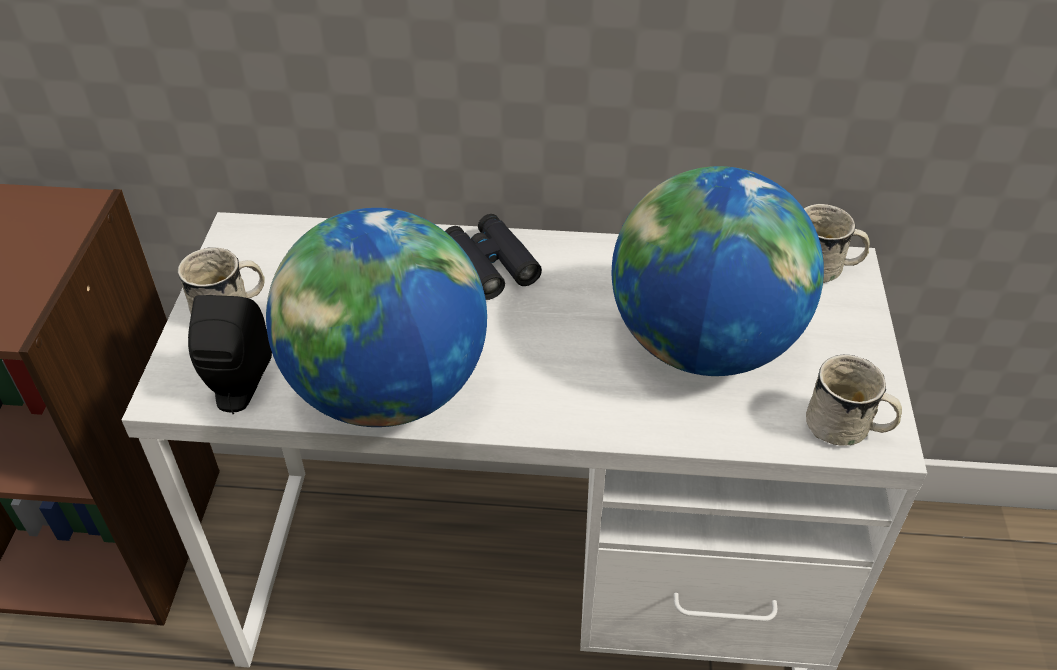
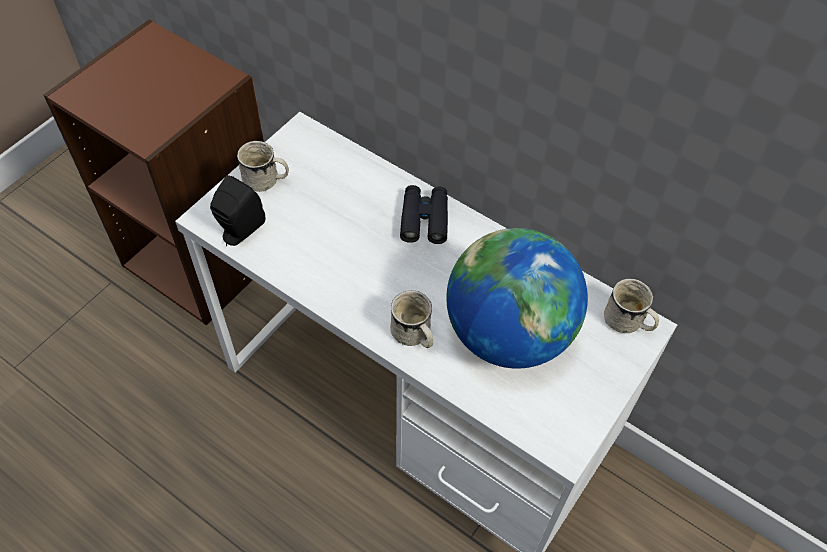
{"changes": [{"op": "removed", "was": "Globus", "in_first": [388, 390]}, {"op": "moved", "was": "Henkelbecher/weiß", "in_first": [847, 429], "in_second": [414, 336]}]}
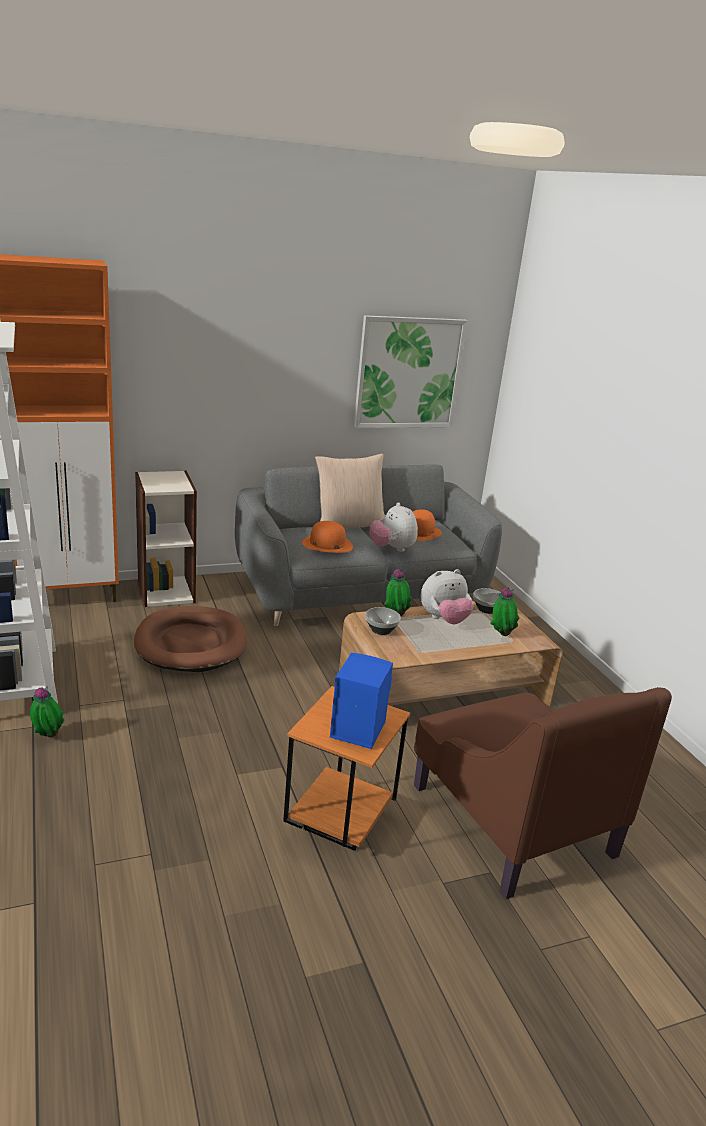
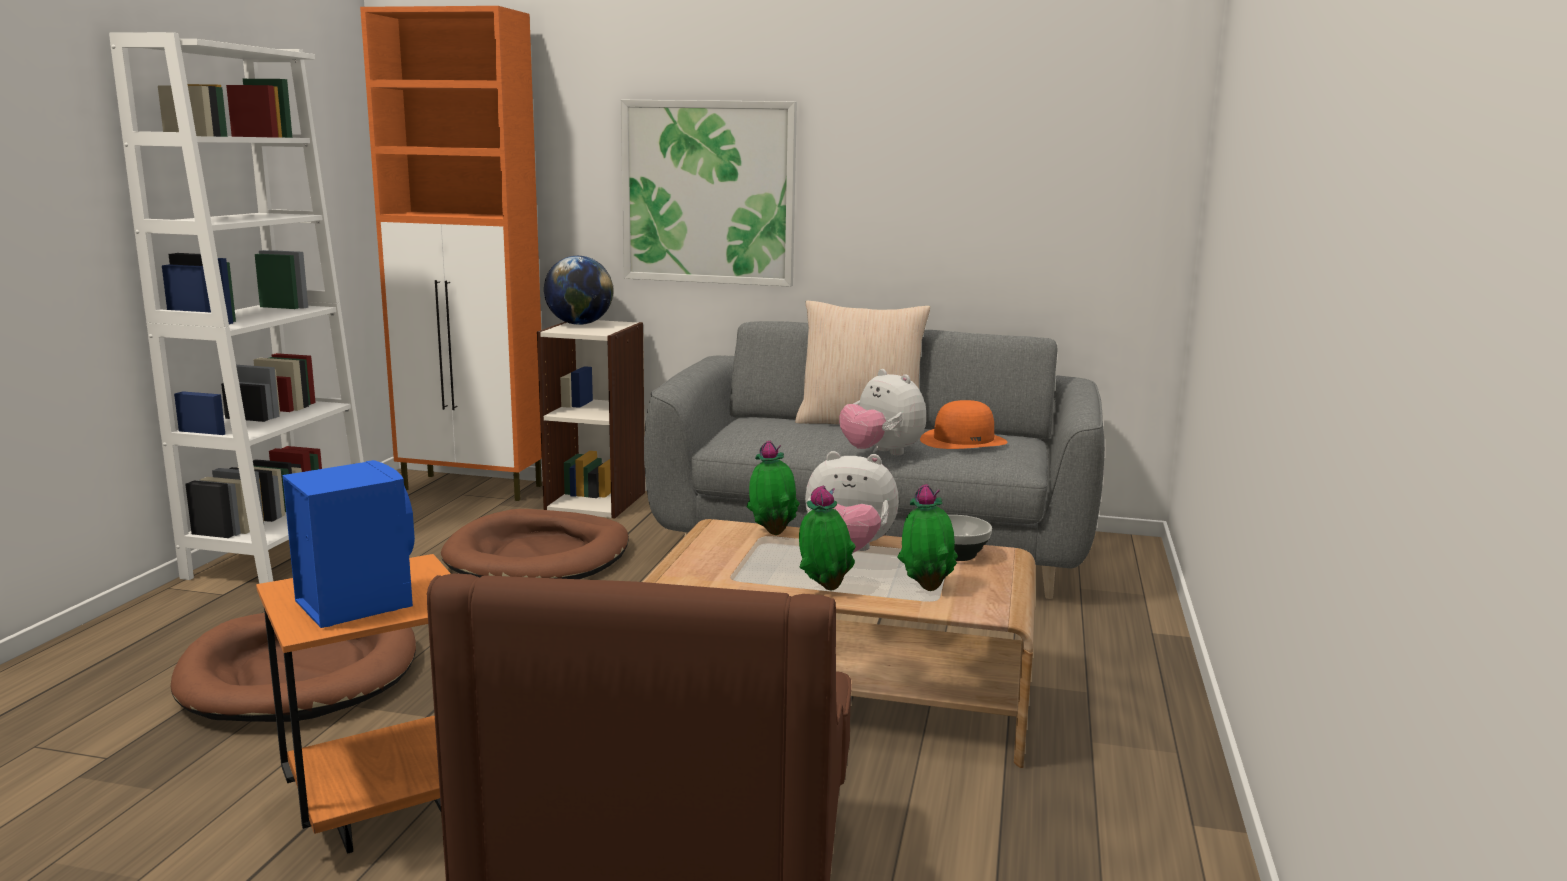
{"changes": [{"op": "moved", "was": "Bild", "in_first": [409, 373], "in_second": [708, 193]}, {"op": "turned", "was": "Plüschtier", "in_first": [392, 549], "in_second": [881, 453], "clockwise": -45}, {"op": "removed", "was": "Hut/orange", "in_first": [327, 544]}, {"op": "removed", "was": "Schüssel", "in_first": [381, 630]}, {"op": "moved", "was": "Topfpflanze", "in_first": [47, 736], "in_second": [823, 588]}, {"op": "added", "now": "Globus", "in_second": [579, 324]}, {"op": "added", "now": "Hundebett/braun", "in_second": [301, 672]}]}
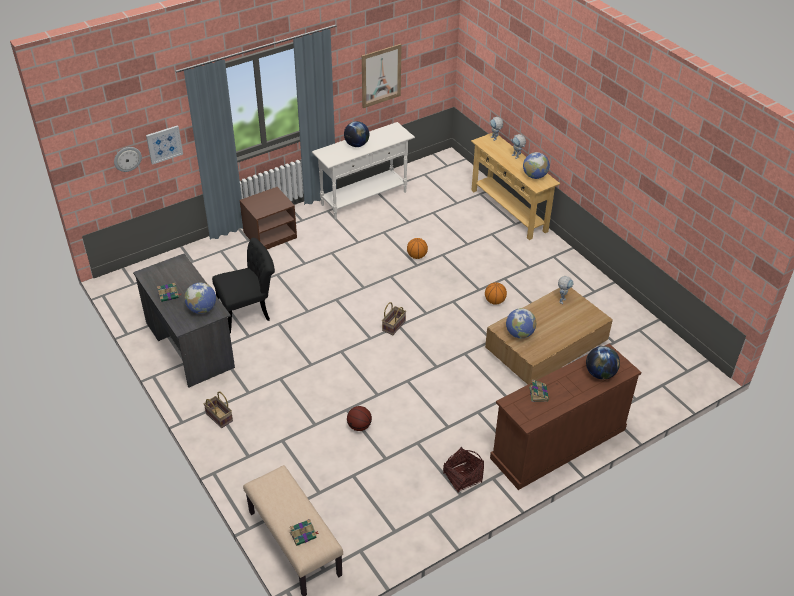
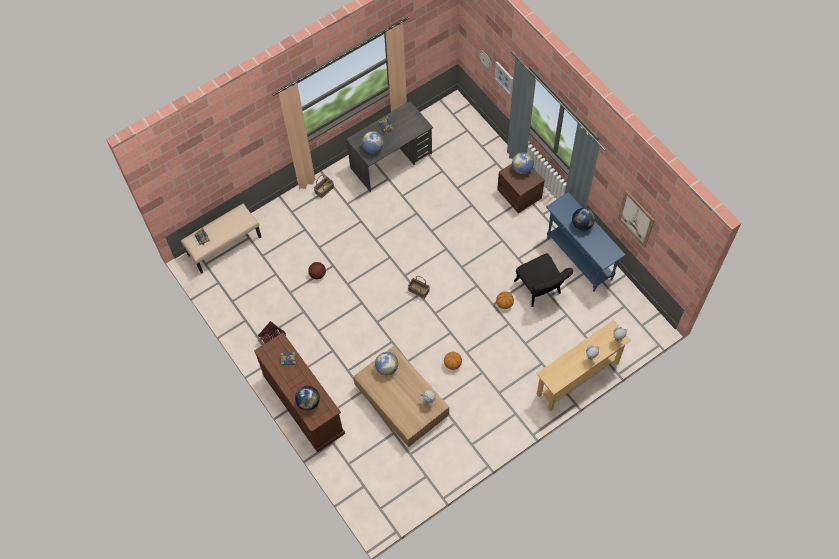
{"changes": [{"op": "recoloured", "was": "Konsolentisch/weiß", "now": "Konsolentisch/blau", "in_first": [364, 198], "in_second": [579, 259]}, {"op": "moved", "was": "Globus", "in_first": [534, 176], "in_second": [522, 169]}, {"op": "moved", "was": "Stuhl/schwarz", "in_first": [248, 311], "in_second": [540, 291]}]}
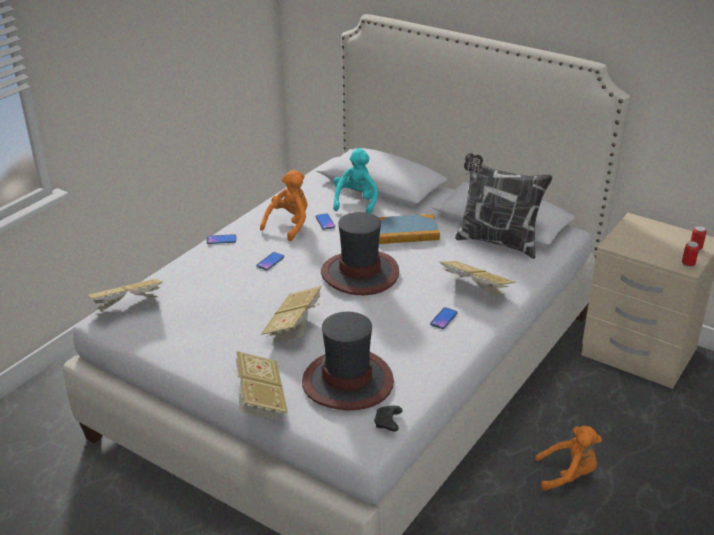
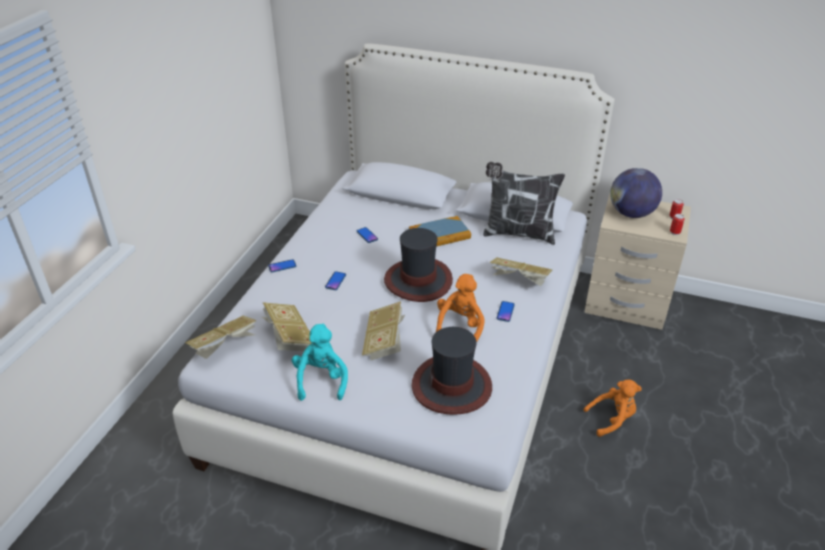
{"changes": [{"op": "moved", "was": "Plüschtier/türkis", "in_first": [356, 202], "in_second": [321, 380]}, {"op": "moved", "was": "Plüschtier/orange", "in_first": [289, 225], "in_second": [460, 326]}, {"op": "moved", "was": "Buch", "in_first": [260, 400], "in_second": [288, 338]}, {"op": "removed", "was": "Gamepad/schwarz", "in_first": [388, 423]}, {"op": "added", "now": "Globus", "in_second": [631, 213]}]}
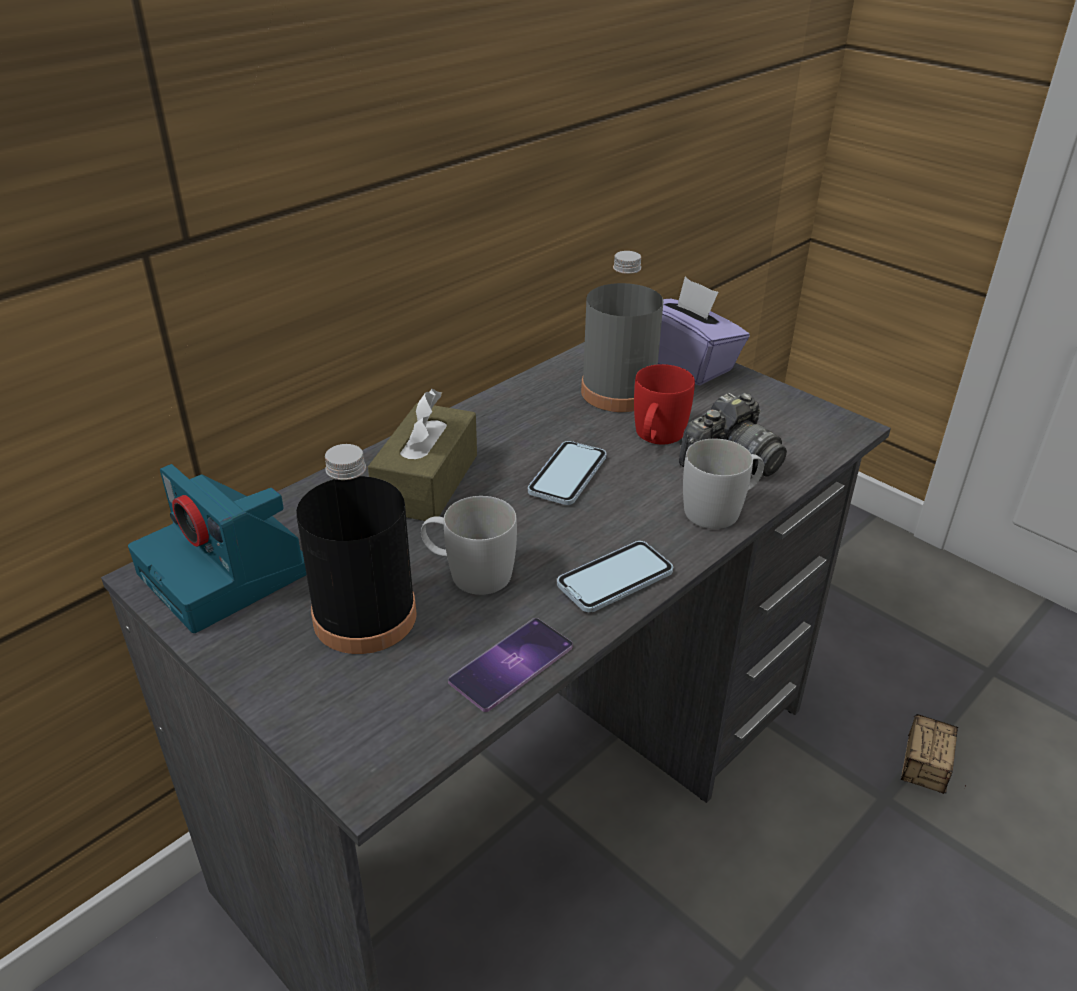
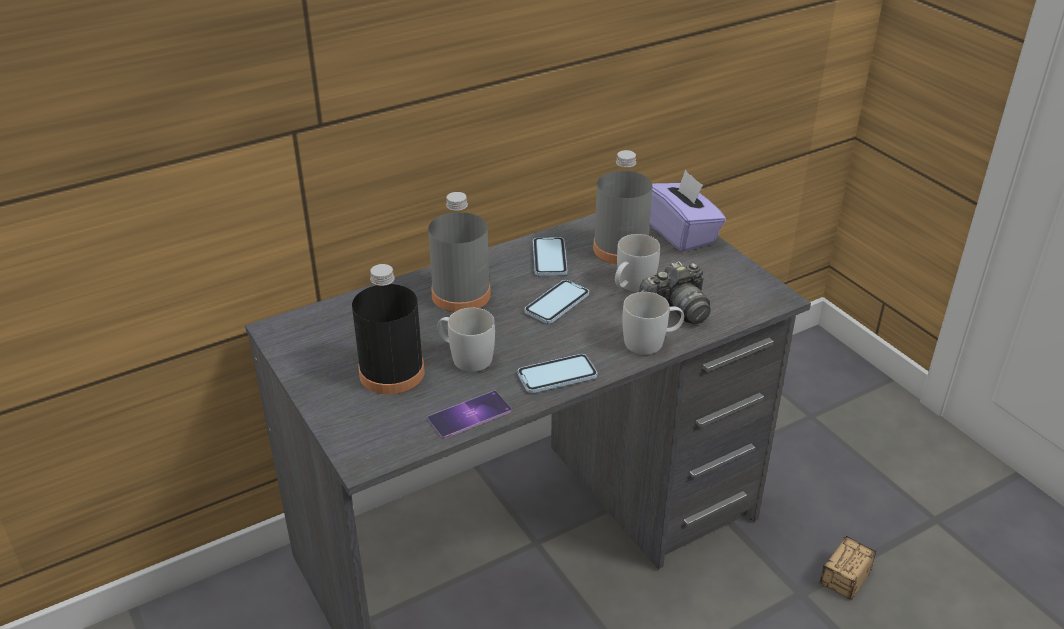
{"changes": [{"op": "recoloured", "was": "Henkelbecher/rot", "now": "Henkelbecher/weiß", "in_first": [656, 437], "in_second": [631, 286]}, {"op": "replaced", "was": "Taschentuchbox/braun", "now": "Flasche/grau", "in_first": [427, 482], "in_second": [461, 295]}, {"op": "removed", "was": "Kamera", "in_first": [228, 573]}, {"op": "added", "now": "Handy", "in_second": [549, 258]}]}
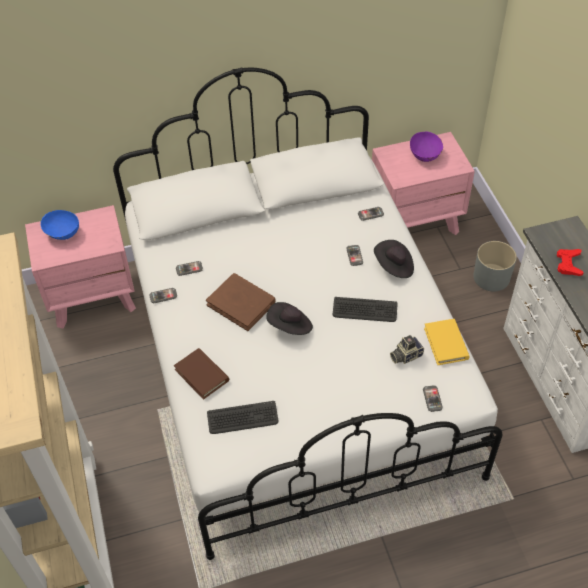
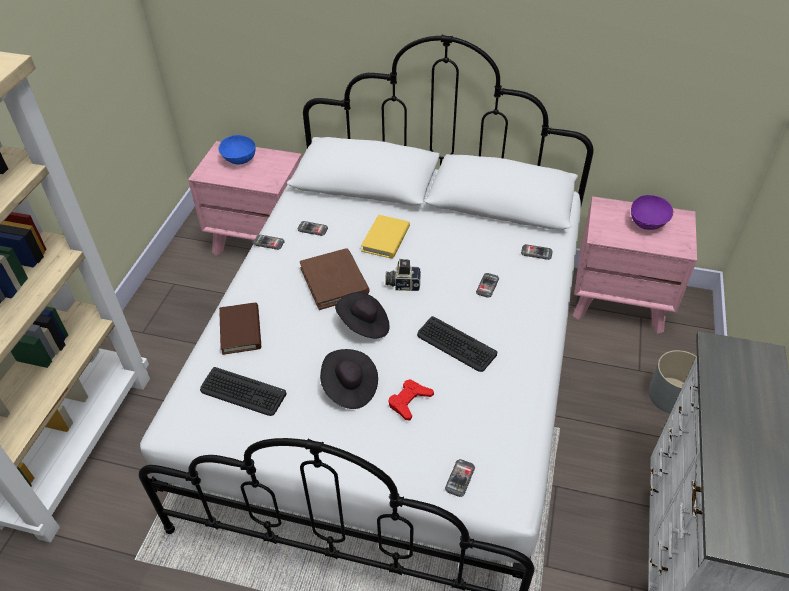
{"changes": [{"op": "moved", "was": "Hut/schwarz", "in_first": [394, 266], "in_second": [349, 387]}, {"op": "moved", "was": "Gamepad/rot", "in_first": [568, 264], "in_second": [409, 401]}, {"op": "moved", "was": "Buch/gelb", "in_first": [446, 343], "in_second": [386, 239]}, {"op": "moved", "was": "Kamera", "in_first": [405, 355], "in_second": [403, 284]}]}
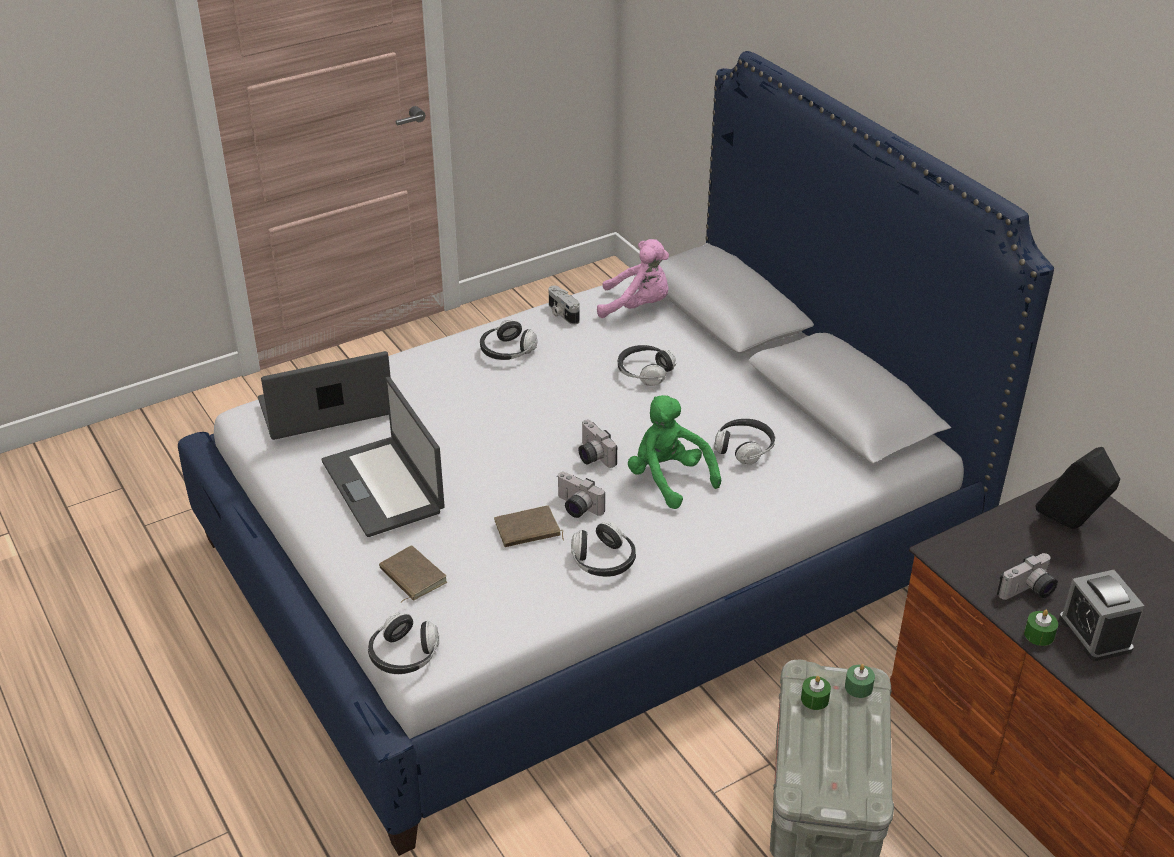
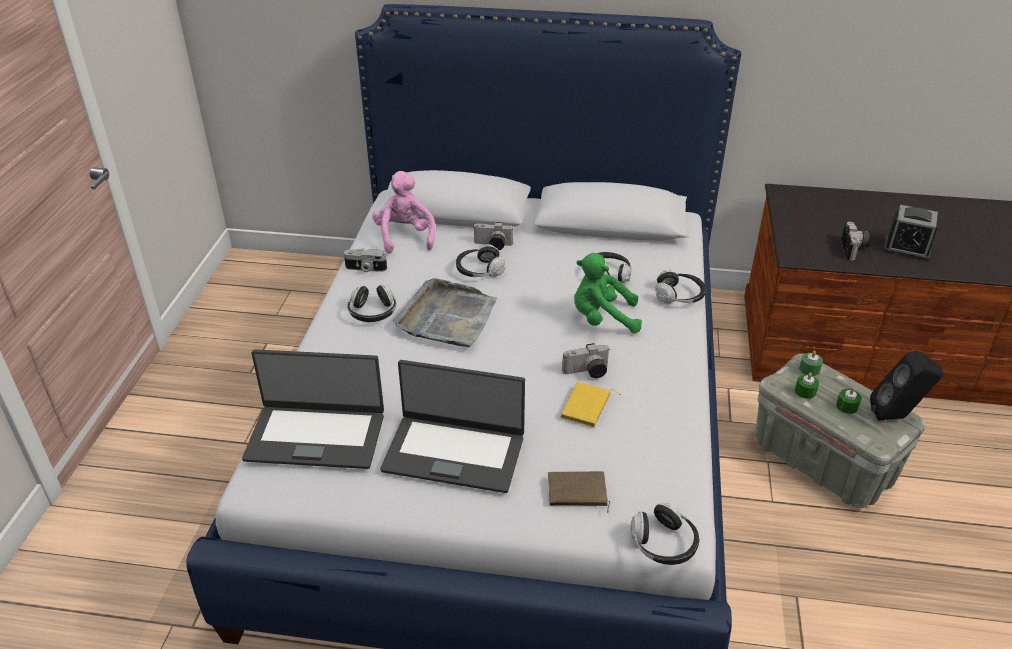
{"changes": [{"op": "turned", "was": "Plüschtier/rosa", "in_first": [637, 306], "in_second": [405, 237], "clockwise": -60}, {"op": "turned", "was": "Laptop", "in_first": [326, 409], "in_second": [316, 435], "clockwise": -105}, {"op": "moved", "was": "Kamera", "in_first": [592, 456], "in_second": [493, 246]}, {"op": "moved", "was": "Lautsprecher/schwarz", "in_first": [1070, 526], "in_second": [896, 416]}, {"op": "recoloured", "was": "Buch/braun", "now": "Buch/gelb", "in_first": [527, 531], "in_second": [587, 407]}, {"op": "moved", "was": "Kopfhörer", "in_first": [603, 561], "in_second": [679, 296]}, {"op": "moved", "was": "Kerze/grün", "in_first": [1039, 635], "in_second": [847, 406]}, {"op": "added", "now": "Tablett/grau", "in_second": [447, 317]}]}
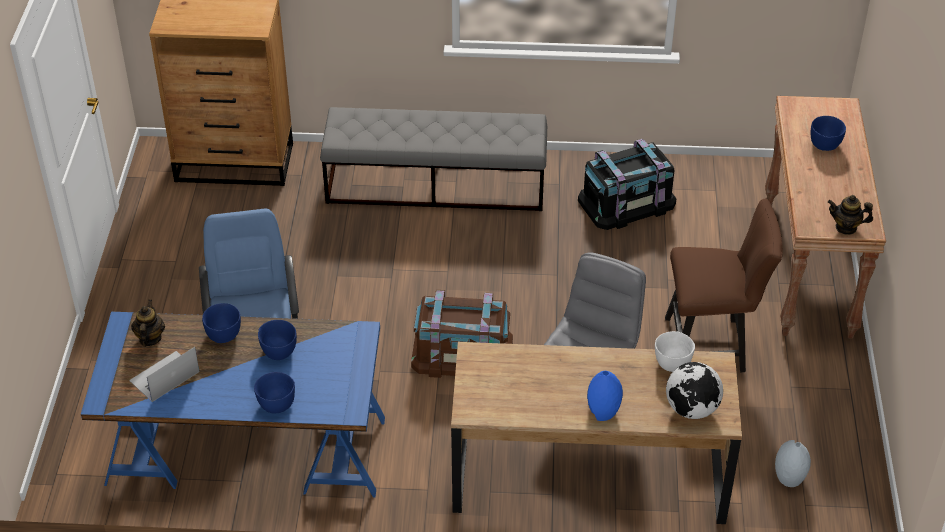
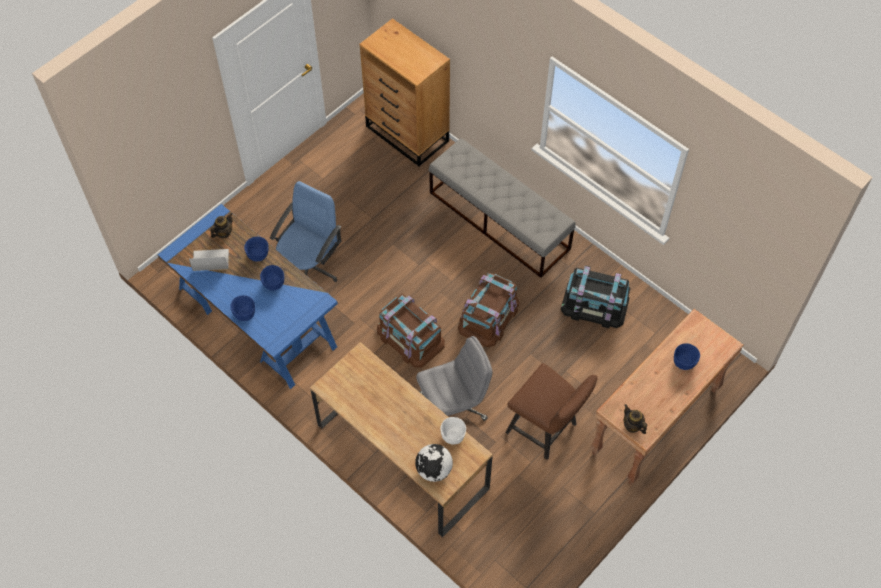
{"changes": [{"op": "removed", "was": "Vase/blau", "in_first": [602, 412]}, {"op": "removed", "was": "Vase/grau", "in_first": [789, 478]}, {"op": "added", "now": "Aufbewahrungsbox/braun", "in_second": [488, 316]}]}
